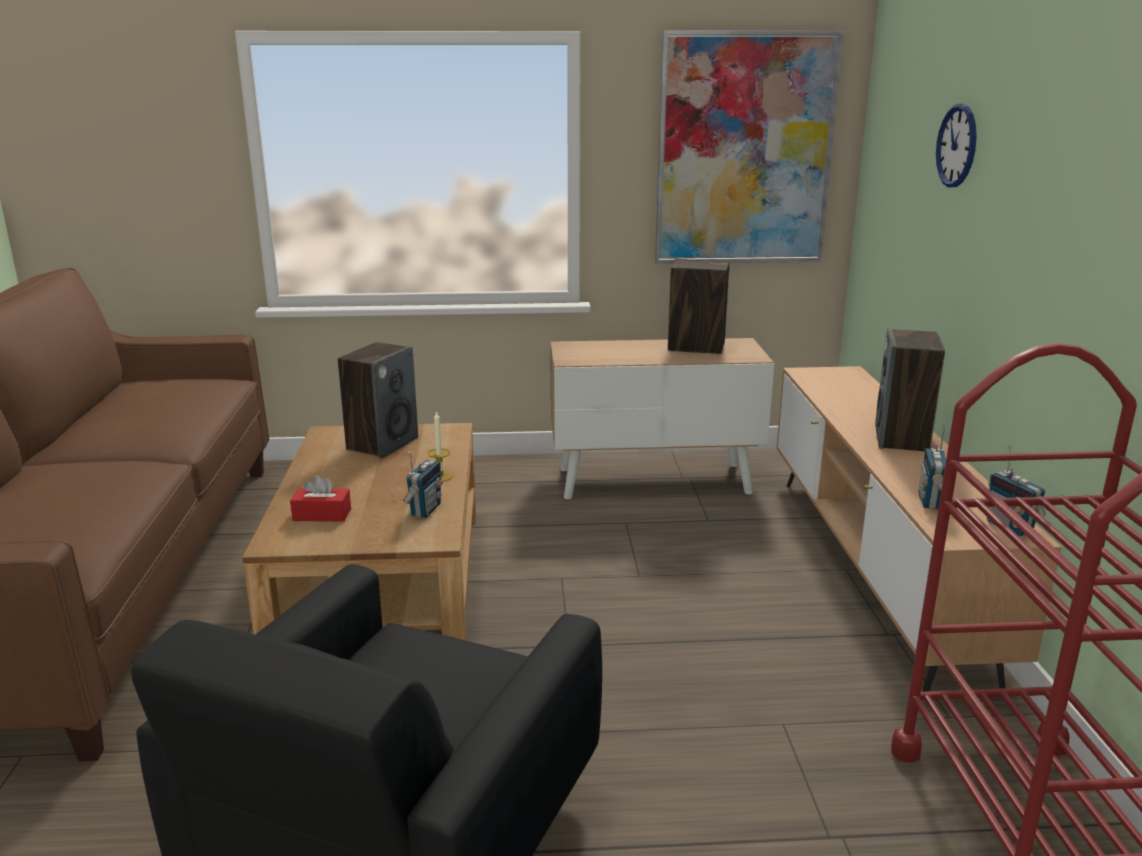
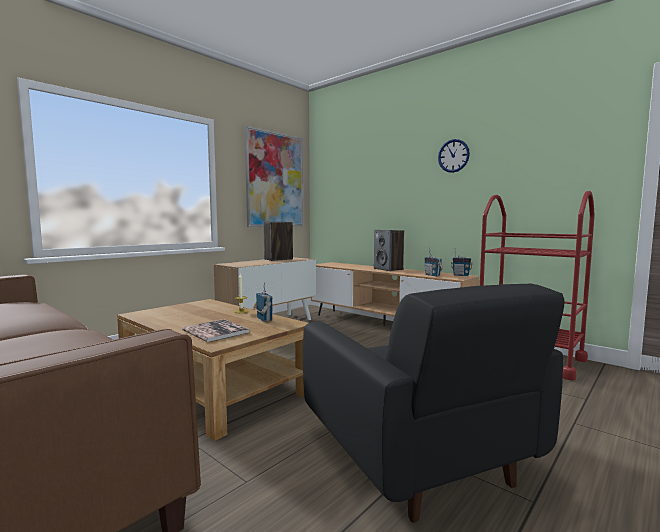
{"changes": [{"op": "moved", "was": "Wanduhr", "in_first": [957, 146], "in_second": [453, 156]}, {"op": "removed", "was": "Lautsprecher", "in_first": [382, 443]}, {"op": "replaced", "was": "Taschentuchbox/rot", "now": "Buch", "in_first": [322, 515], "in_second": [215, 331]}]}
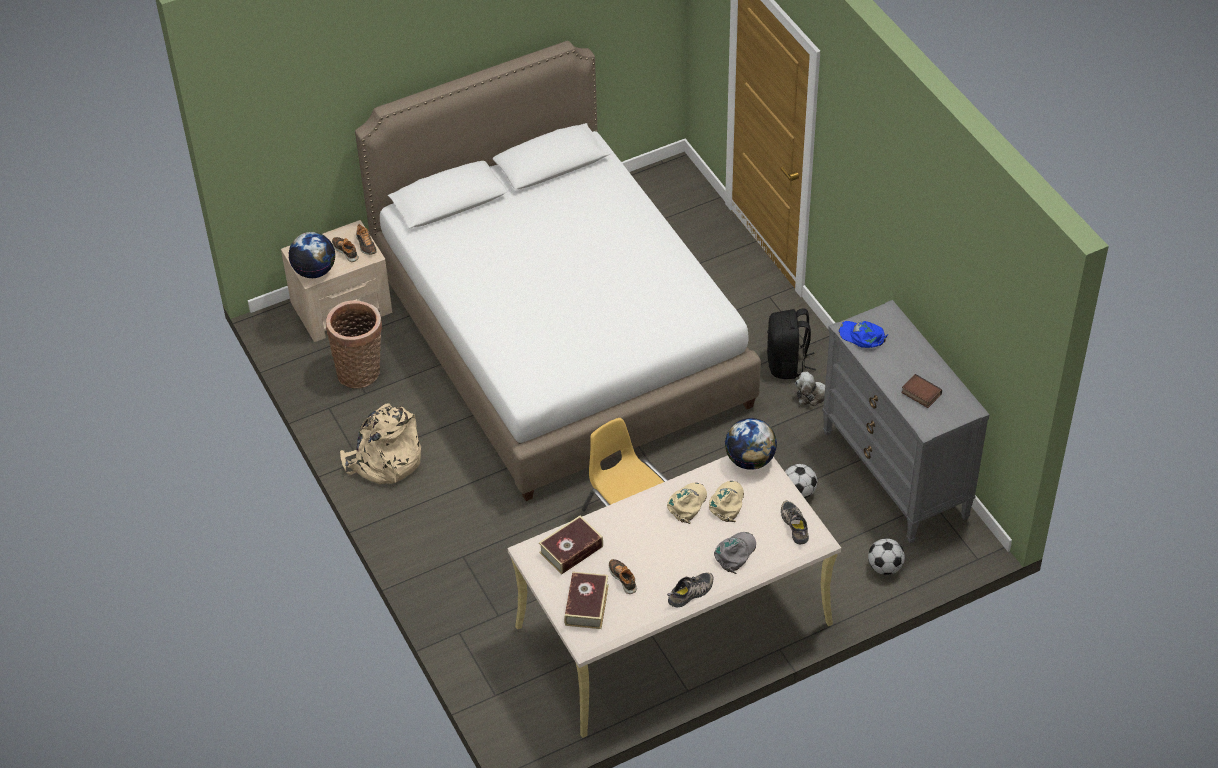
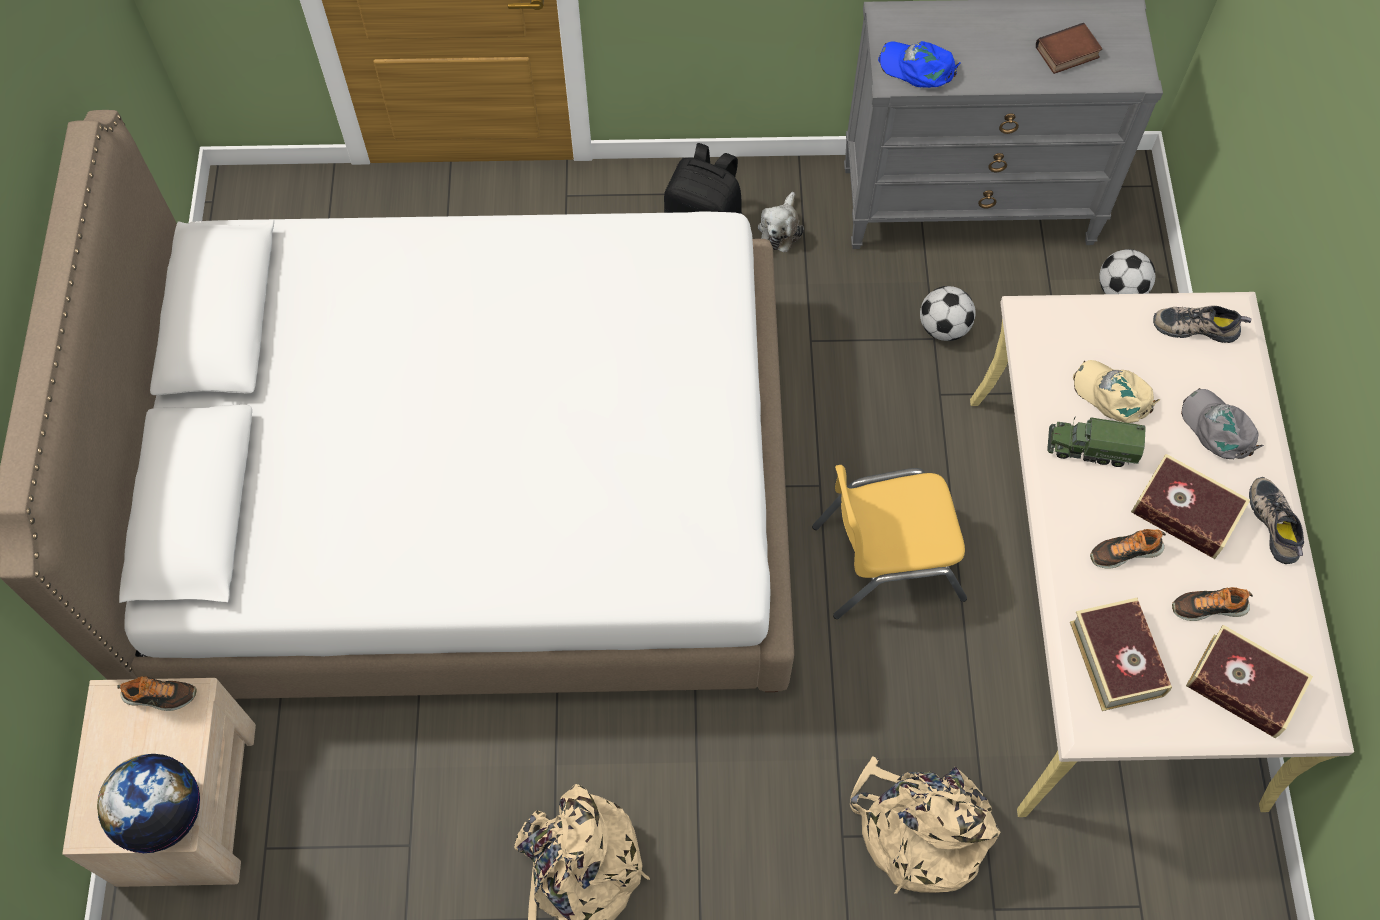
{"changes": [{"op": "moved", "was": "Schuh", "in_first": [346, 251], "in_second": [1124, 552]}, {"op": "removed", "was": "Korb", "in_first": [361, 371]}, {"op": "turned", "was": "Kappe/blau", "in_first": [862, 336], "in_second": [918, 67], "clockwise": 60}, {"op": "removed", "was": "Globus", "in_first": [750, 460]}, {"op": "replaced", "was": "Kappe/beige", "now": "Spielzeuglaster", "in_first": [687, 504], "in_second": [1091, 448]}, {"op": "added", "now": "Buch", "in_second": [1185, 512]}, {"op": "added", "now": "Rucksack/beige", "in_second": [918, 830]}]}
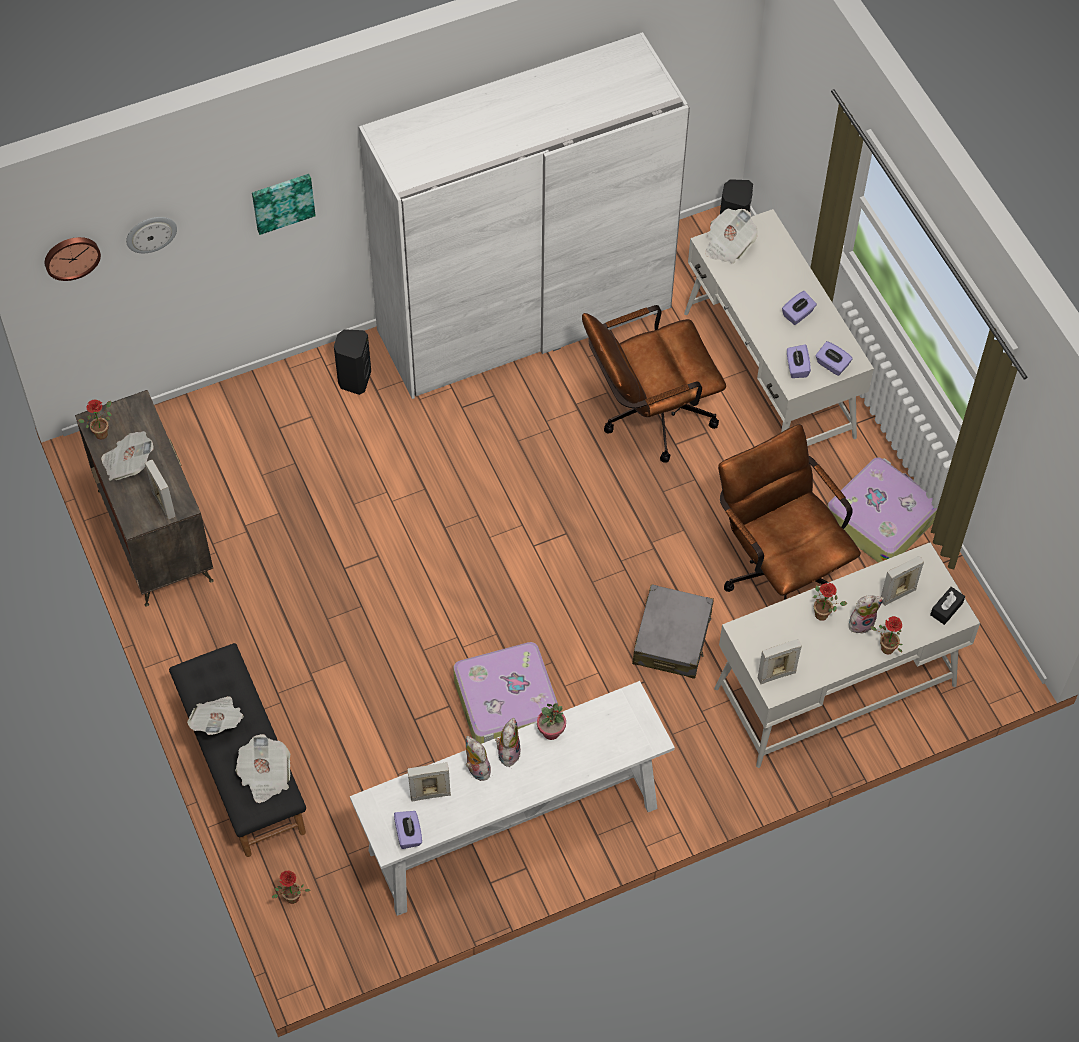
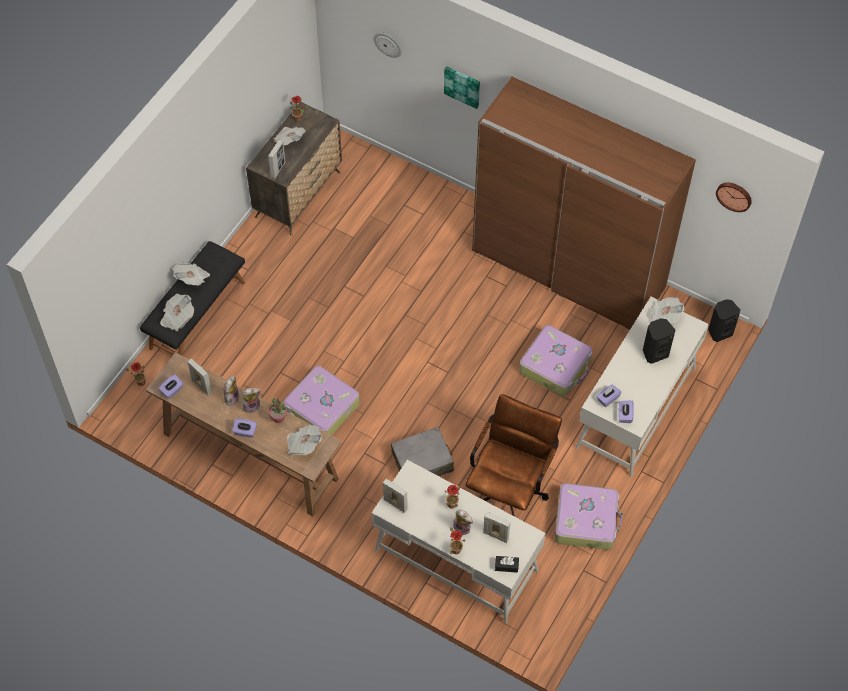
{"changes": [{"op": "recoloured", "was": "Kleiderschrank/weiß", "now": "Kleiderschrank/braun", "in_first": [524, 318], "in_second": [568, 269]}, {"op": "moved", "was": "Wanduhr", "in_first": [71, 256], "in_second": [734, 195]}, {"op": "moved", "was": "Taschentuchbox/lila", "in_first": [798, 314], "in_second": [245, 432]}, {"op": "replaced", "was": "Bürostuhl/braun", "now": "Koffer", "in_first": [648, 416], "in_second": [555, 366]}, {"op": "moved", "was": "Lautsprecher/schwarz", "in_first": [354, 379], "in_second": [655, 352]}, {"op": "recoloured", "was": "Konsolentisch/weiß", "now": "Konsolentisch/braun", "in_first": [512, 830], "in_second": [249, 456]}, {"op": "added", "now": "Zeitung", "in_second": [303, 444]}]}
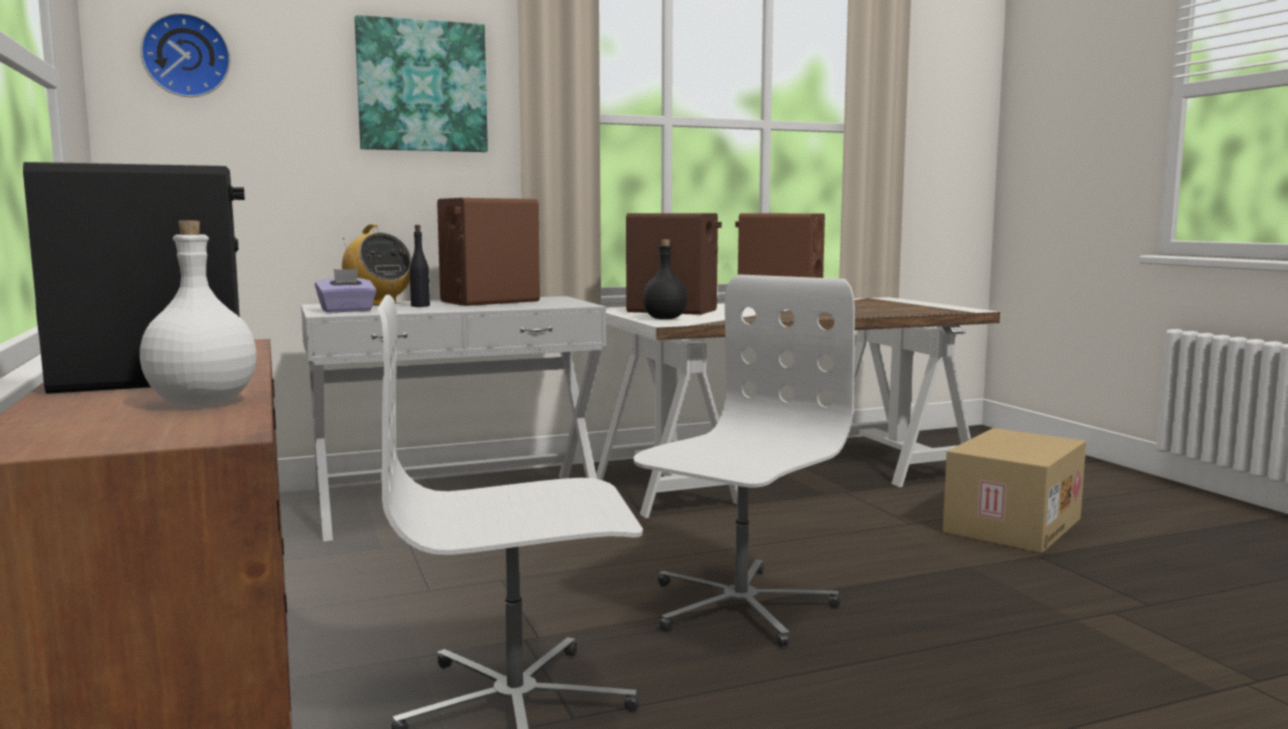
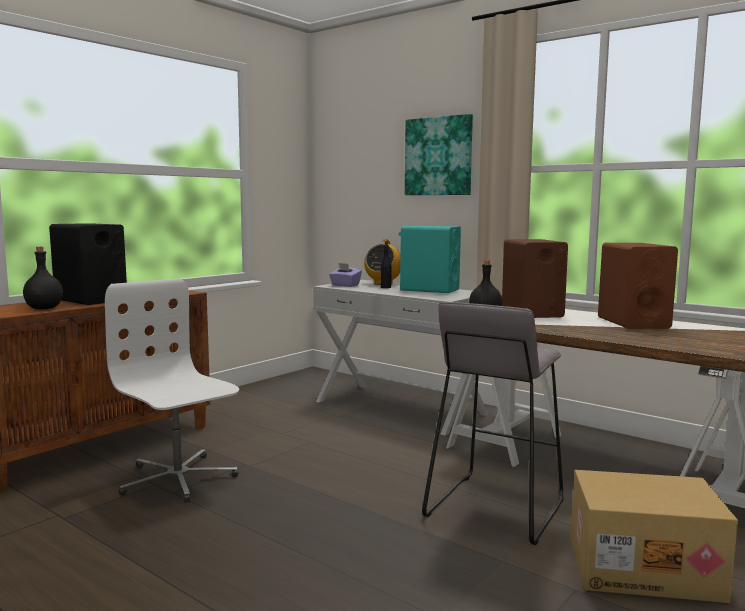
{"changes": [{"op": "removed", "was": "Wanduhr", "in_first": [186, 56]}, {"op": "recoloured", "was": "Lautsprecher/braun", "now": "Lautsprecher/türkis", "in_first": [489, 301], "in_second": [429, 290]}, {"op": "recoloured", "was": "Flasche/weiß", "now": "Flasche/schwarz", "in_first": [200, 402], "in_second": [43, 308]}, {"op": "removed", "was": "Bürostuhl/weiß", "in_first": [738, 606]}, {"op": "added", "now": "Hocker/grau", "in_second": [494, 508]}]}
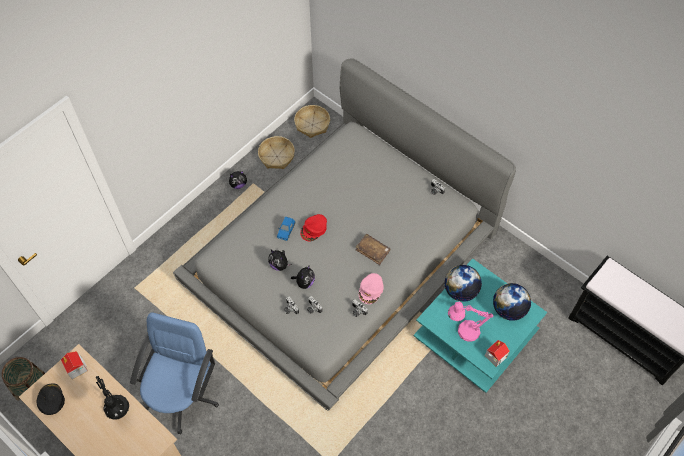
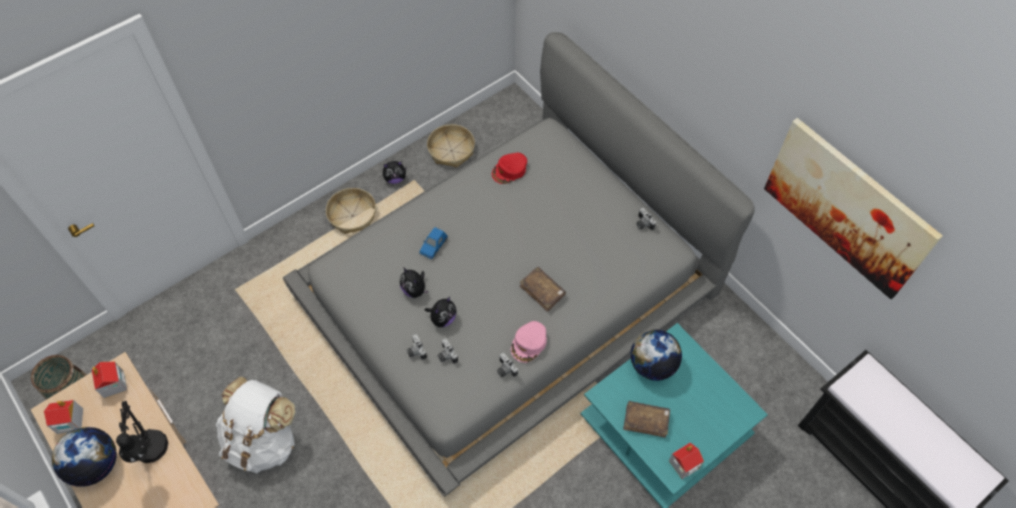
{"changes": [{"op": "moved", "was": "Korb", "in_first": [312, 124], "in_second": [352, 215]}, {"op": "moved", "was": "Kappe/rot", "in_first": [314, 229], "in_second": [509, 170]}, {"op": "moved", "was": "Globus", "in_first": [508, 309], "in_second": [96, 465]}, {"op": "replaced", "was": "Tischlampe/rosa", "now": "Buch/braun", "in_first": [463, 331], "in_second": [646, 421]}, {"op": "replaced", "was": "Bürostuhl/blau", "now": "Rucksack/weiß", "in_first": [183, 395], "in_second": [263, 440]}, {"op": "replaced", "was": "Kappe/schwarz", "now": "Spielzeughaus", "in_first": [50, 400], "in_second": [69, 421]}, {"op": "added", "now": "Bild", "in_second": [847, 208]}]}
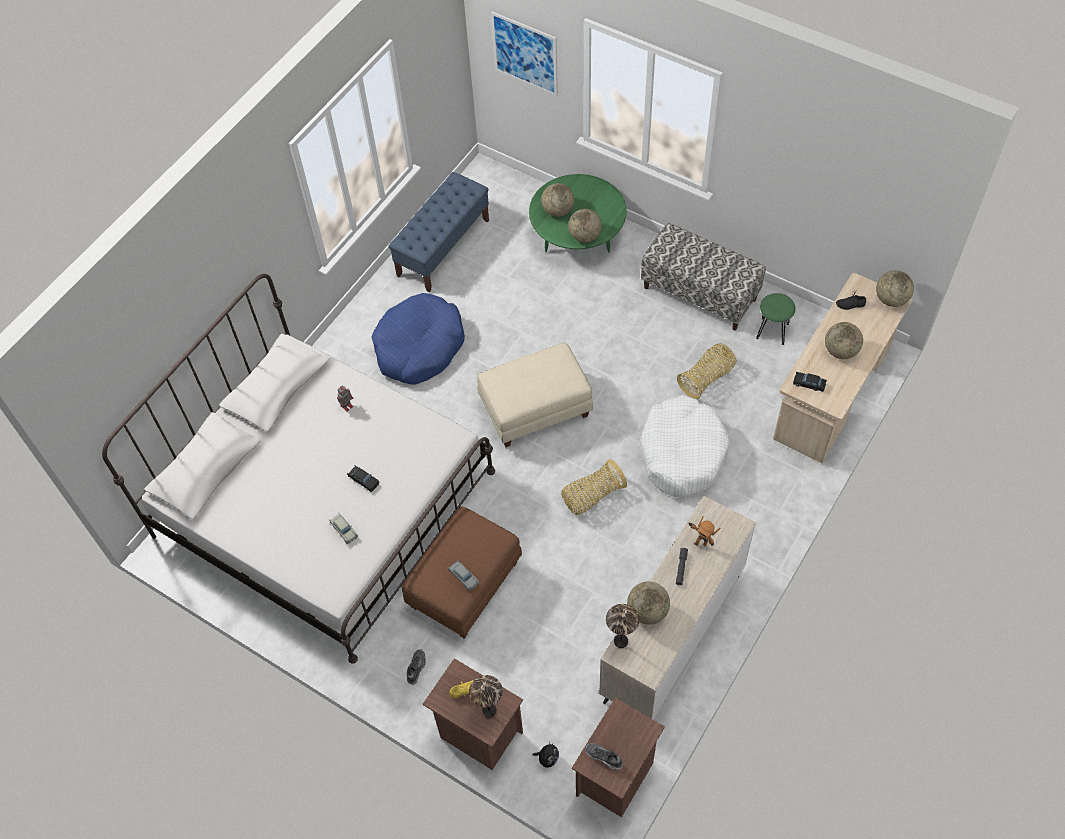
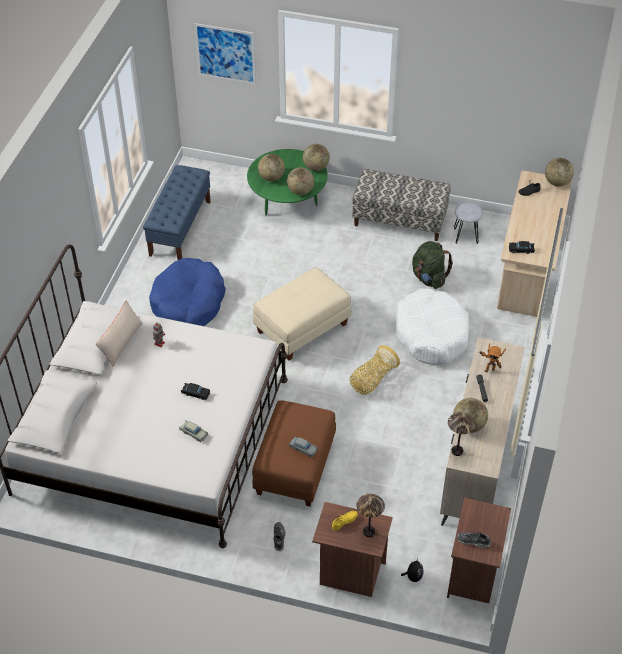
{"changes": [{"op": "recoloured", "was": "Hocker/grün", "now": "Hocker/grau", "in_first": [772, 330], "in_second": [465, 235]}, {"op": "moved", "was": "Globus", "in_first": [840, 351], "in_second": [316, 167]}, {"op": "replaced", "was": "Korb", "now": "Rucksack/grün", "in_first": [707, 378], "in_second": [429, 278]}, {"op": "added", "now": "Kissen/beige", "in_second": [121, 342]}]}
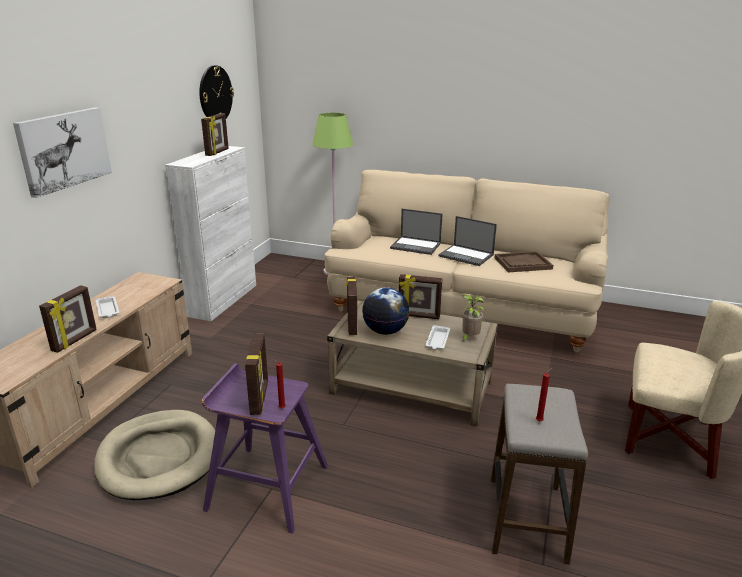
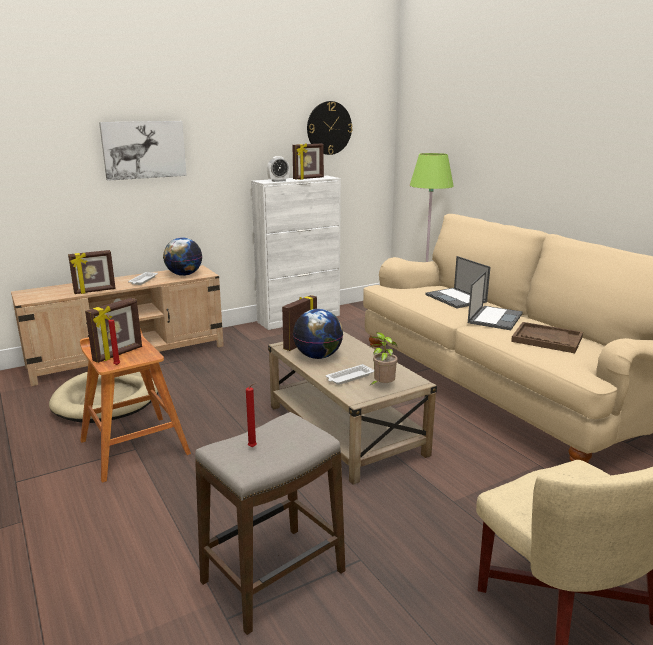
{"changes": [{"op": "turned", "was": "Laptop", "in_first": [467, 255], "in_second": [495, 318], "clockwise": -135}, {"op": "removed", "was": "Bilderrahmen", "in_first": [418, 316]}, {"op": "recoloured", "was": "Hocker/lila", "now": "Hocker/braun", "in_first": [266, 486], "in_second": [134, 446]}, {"op": "added", "now": "Wecker", "in_second": [278, 181]}, {"op": "added", "now": "Globus", "in_second": [184, 274]}]}
